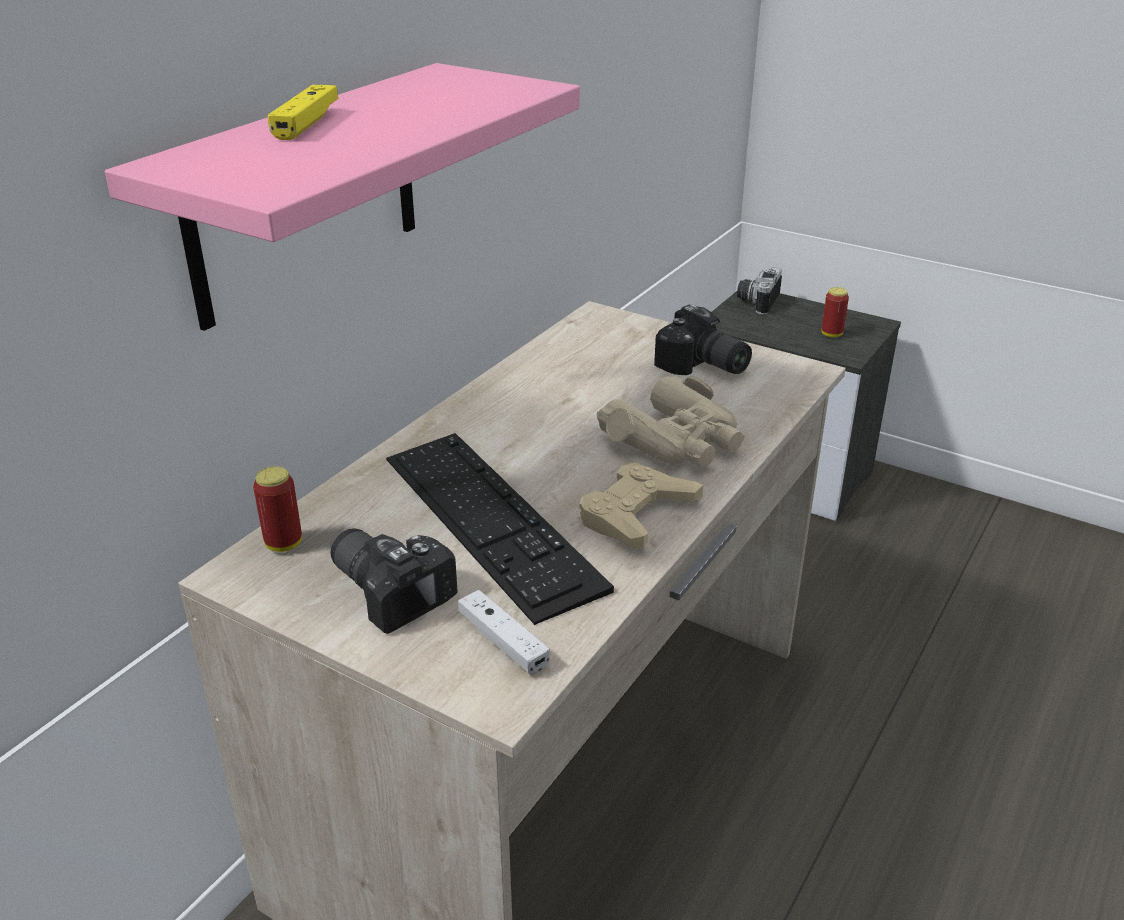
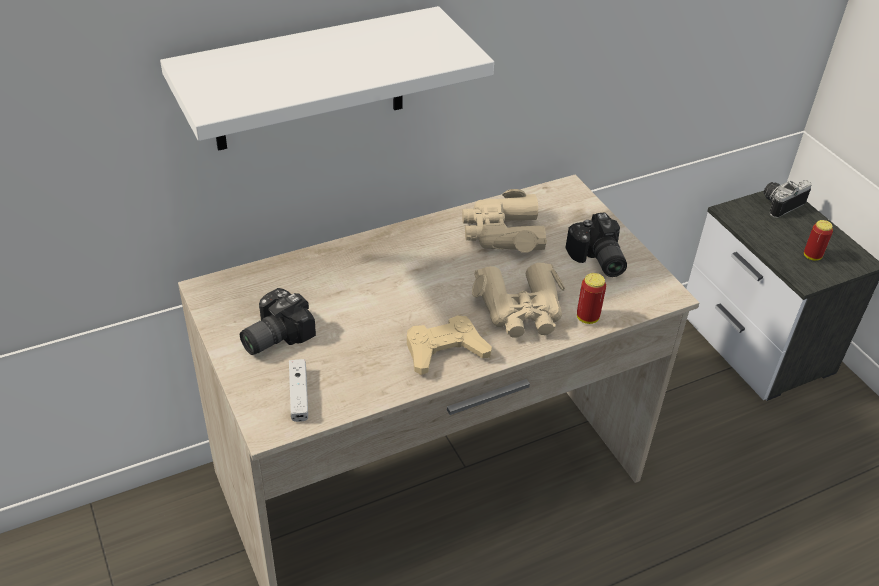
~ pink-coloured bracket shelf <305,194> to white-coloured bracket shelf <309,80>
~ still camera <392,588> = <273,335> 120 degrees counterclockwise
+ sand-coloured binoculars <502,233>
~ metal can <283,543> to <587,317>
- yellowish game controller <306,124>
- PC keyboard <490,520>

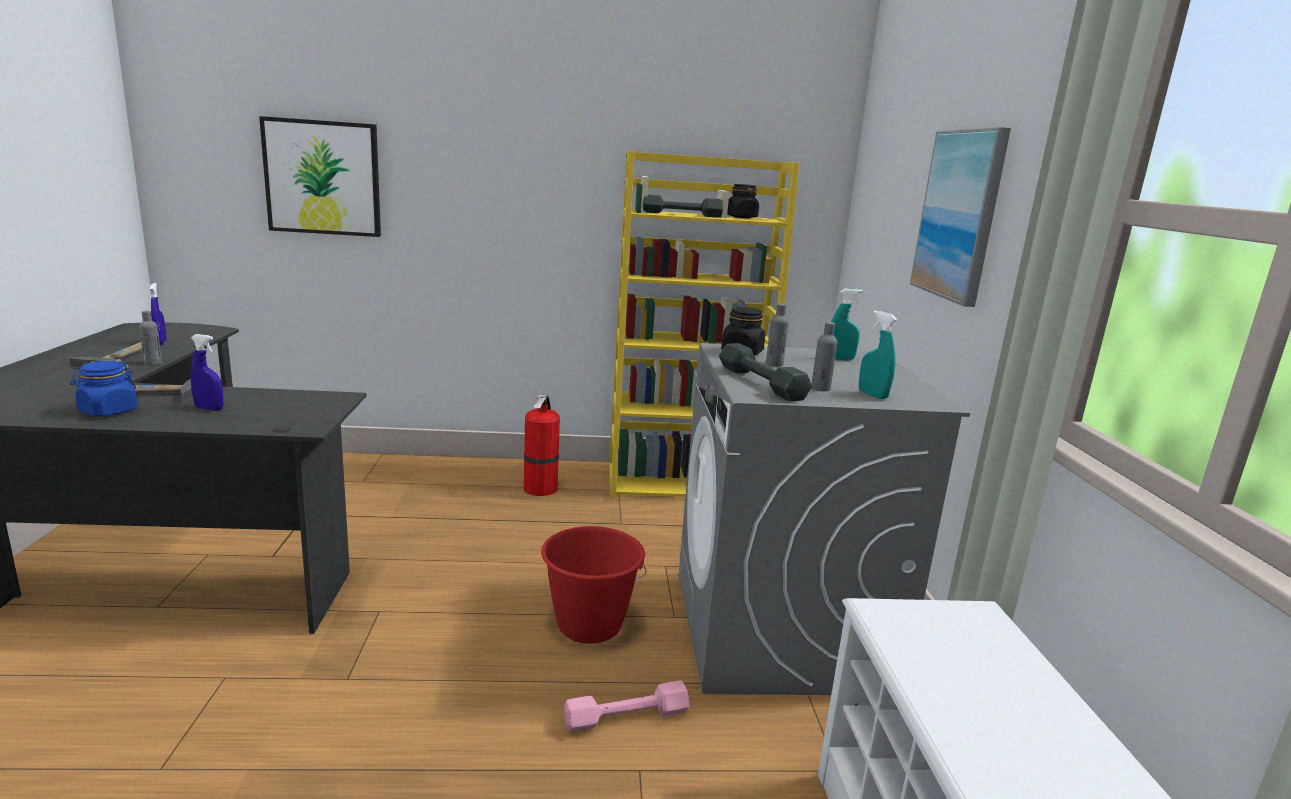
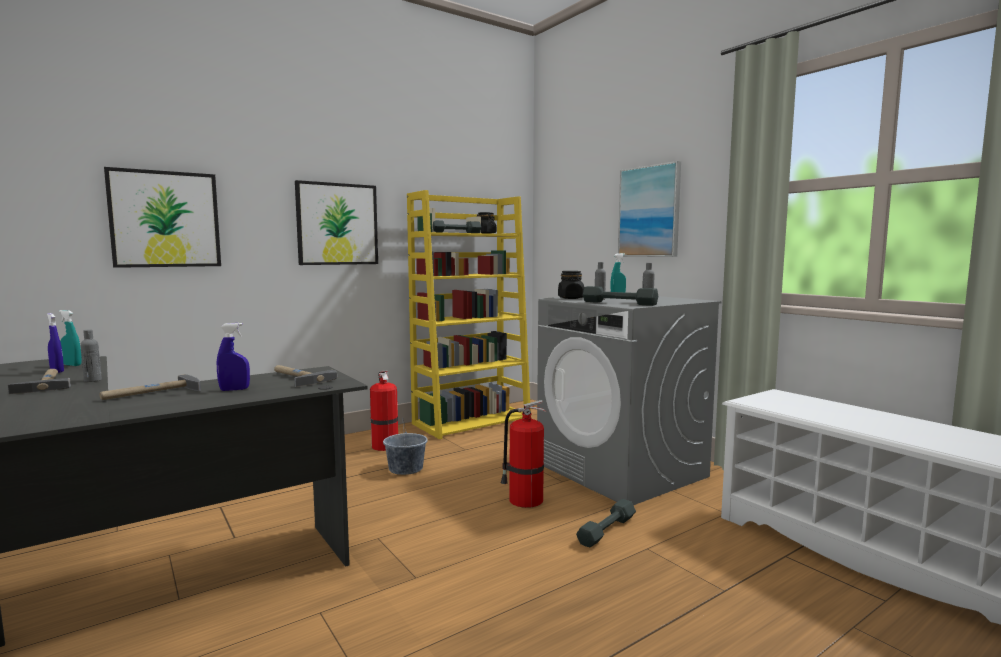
~ turquoise-coloured hand sprayer <872,395> to <72,365>
+ tool hammer <296,378>
+ wall picture <337,224>
+ grey water bucket <406,469>
~ red water bucket <589,625> to extinguisher <524,500>
~ pink-coloured free weight <626,717> to grey free weight <607,530>
- blue preserve jar <108,411>

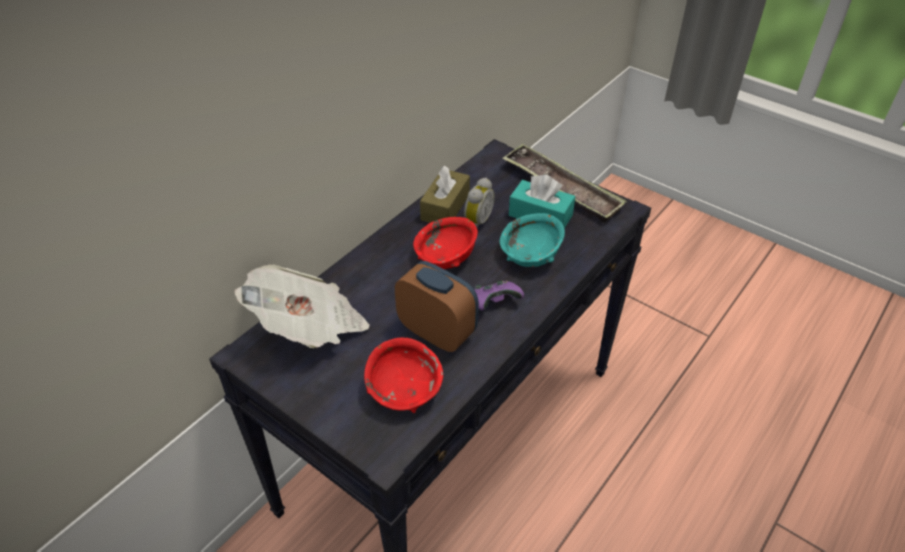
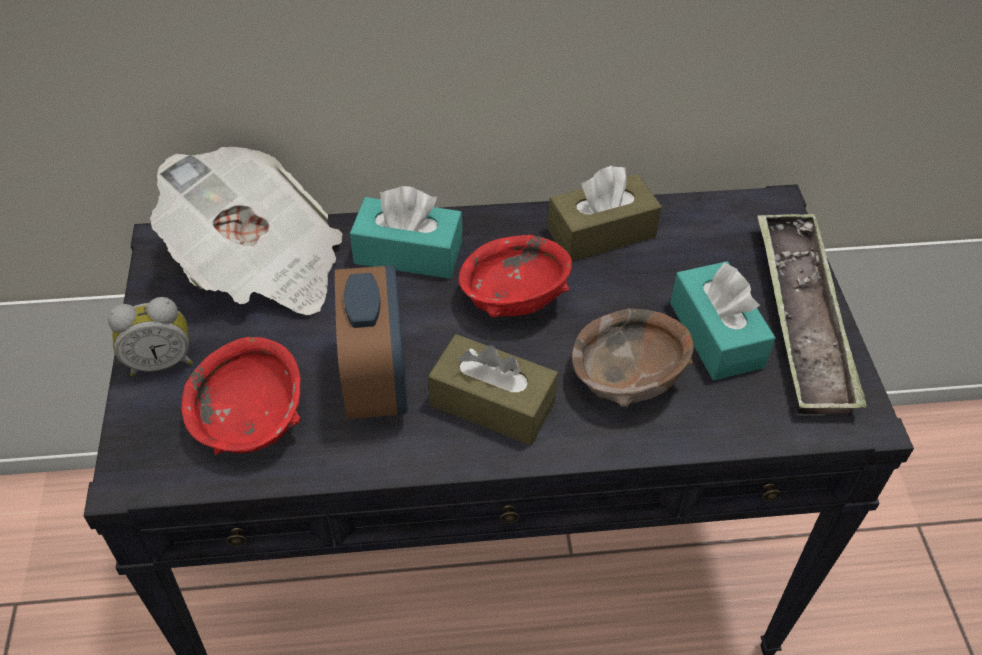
~ table clock <476,221> to <161,361>
+ turquoise-coloured tissue box <408,253>
~ purplish game controller <495,303> to brown tissue box <492,403>
~ turquoise-coloured serving bowl <531,254> to brown serving bowl <627,377>

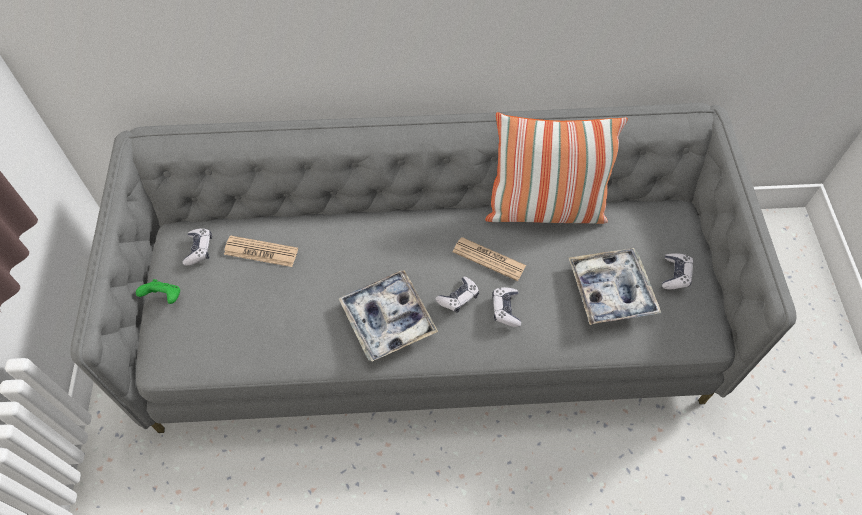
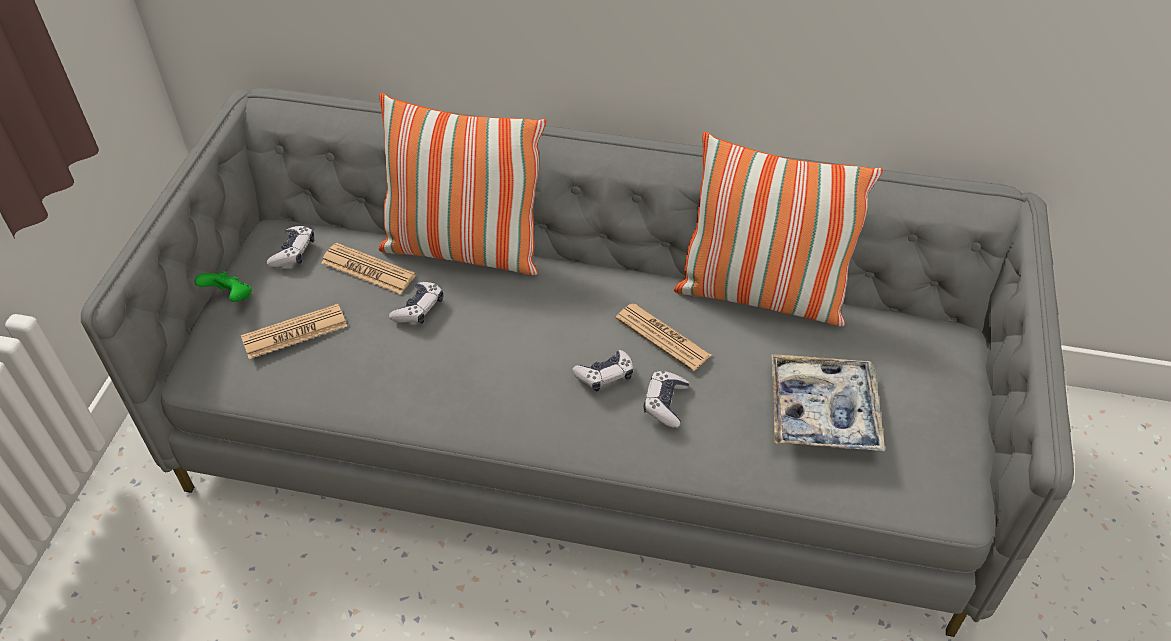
+ printed paper <294,332>
+ throw pillow <463,250>
~ game controller <675,275> to <419,309>
- tray <388,319>

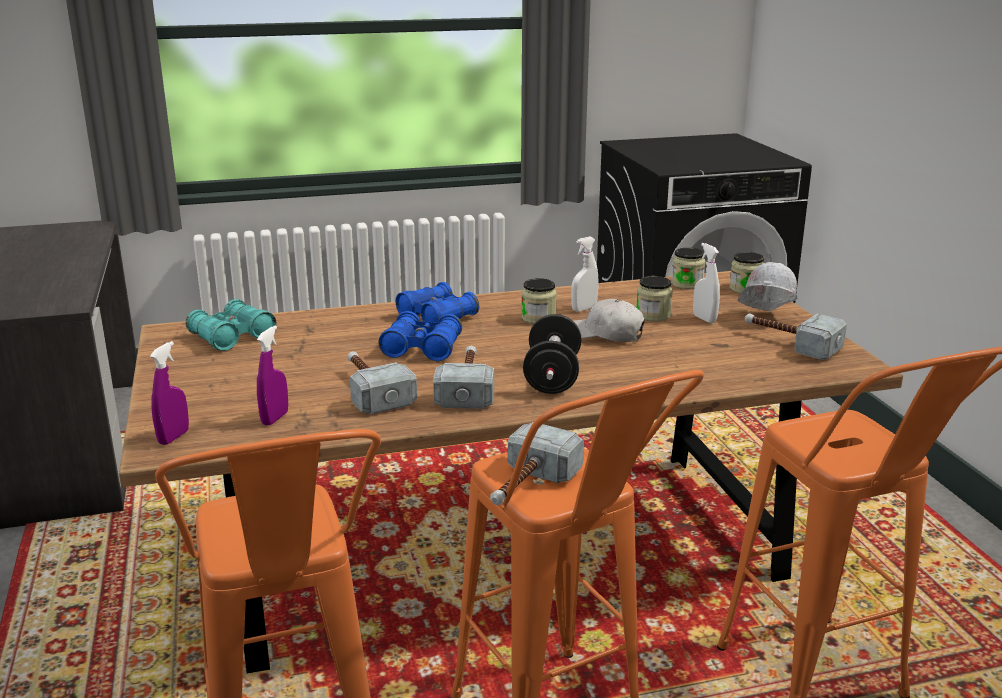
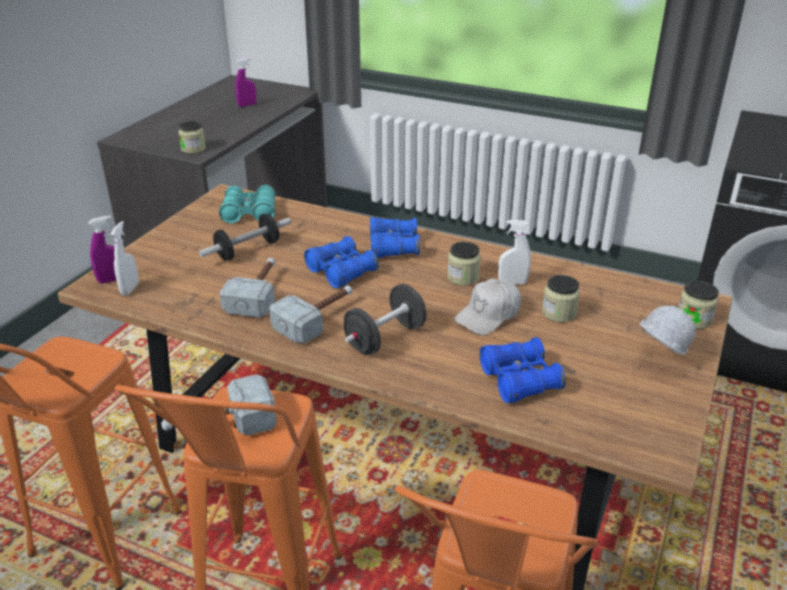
~ white-coloured hand sprayer <704,319> to <130,289>
~ preserve jar <687,284> to <193,149>
+ free weight <248,250>
~ purplish hand sprayer <275,418> to <247,105>
~ white-coloured peaked cap <605,334> = <488,315> 105 degrees counterclockwise
+ blue binoculars <519,380>
- tool hammer <789,343>

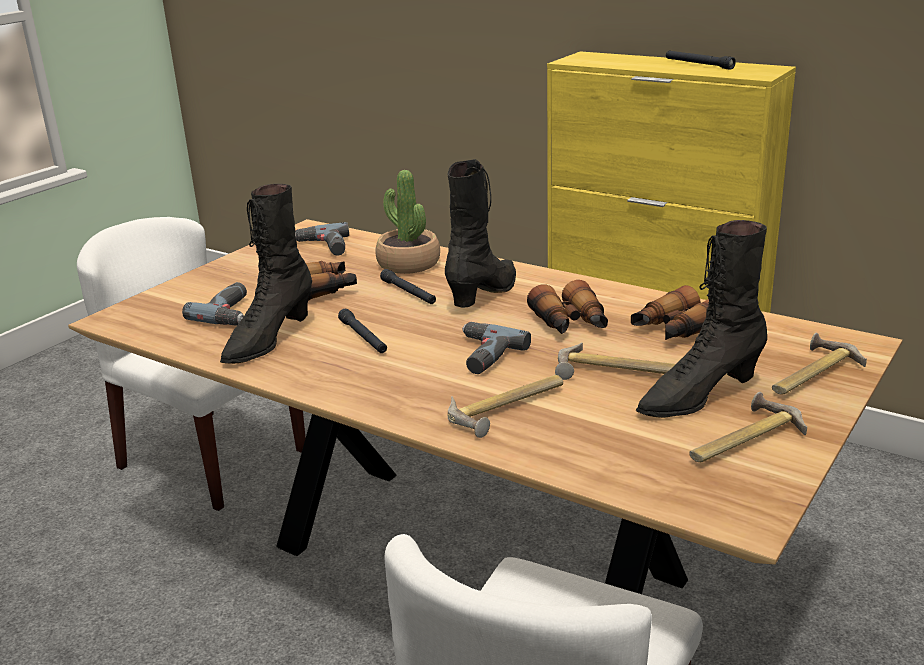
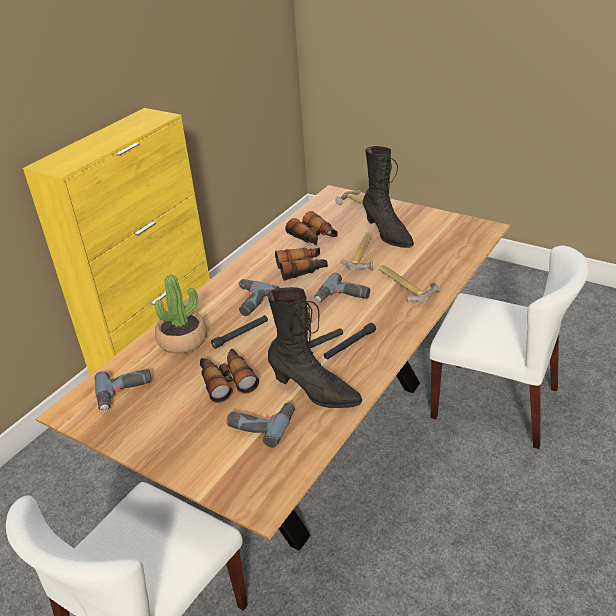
~ black boot <485,293> to electric drill <249,301>
~ black hand torch <698,65> to <349,345>
- tool hammer <741,439>

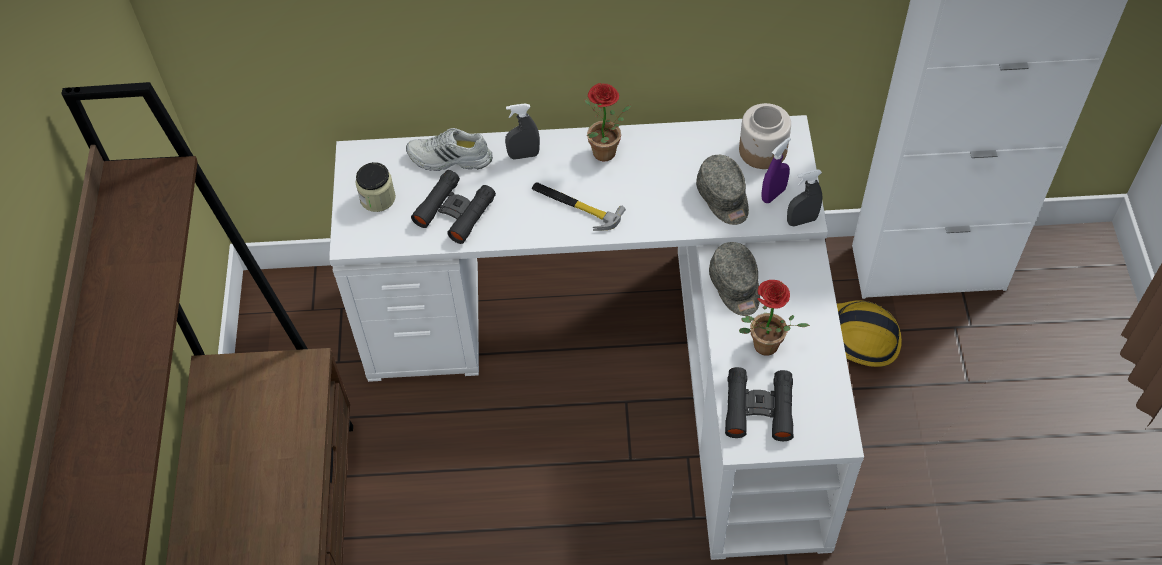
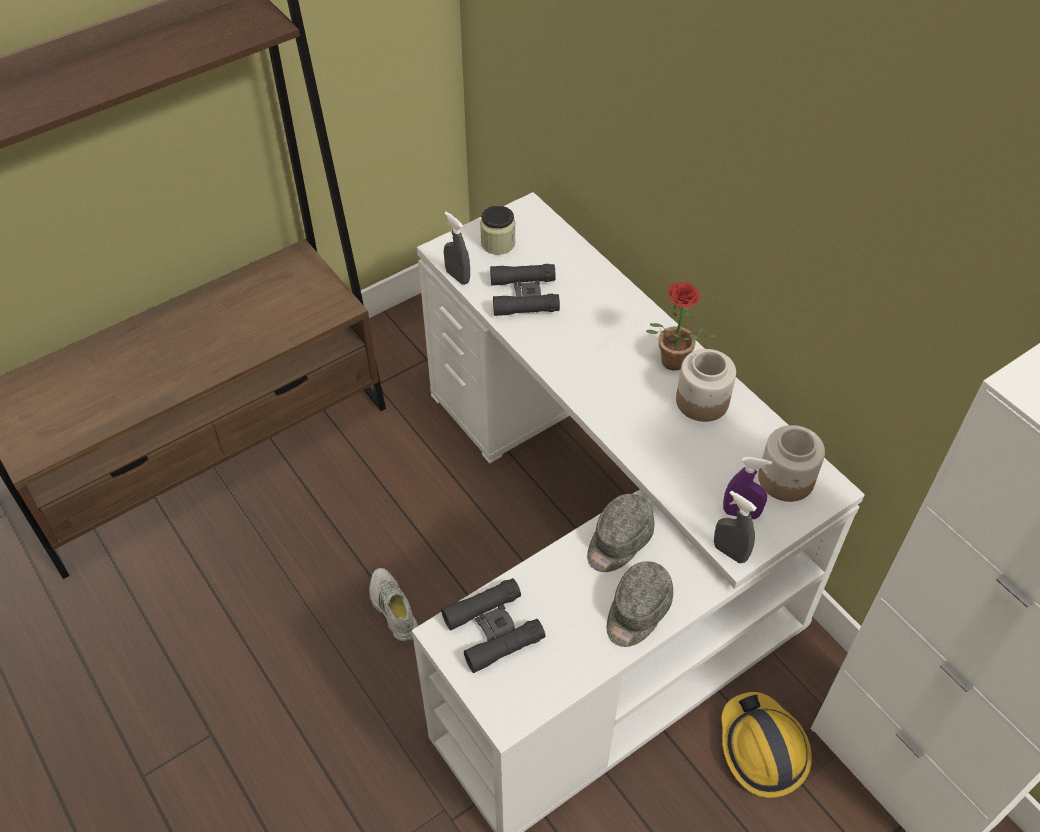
~ white-coloured item of footwear <449,159> to <392,608>
~ grey hand sprayer <523,155> to <457,277>
~ grey peaked cap <723,198> to <637,612>
+ preserve jar <701,401>
- tool hammer <575,206>
- houseplant <763,349>

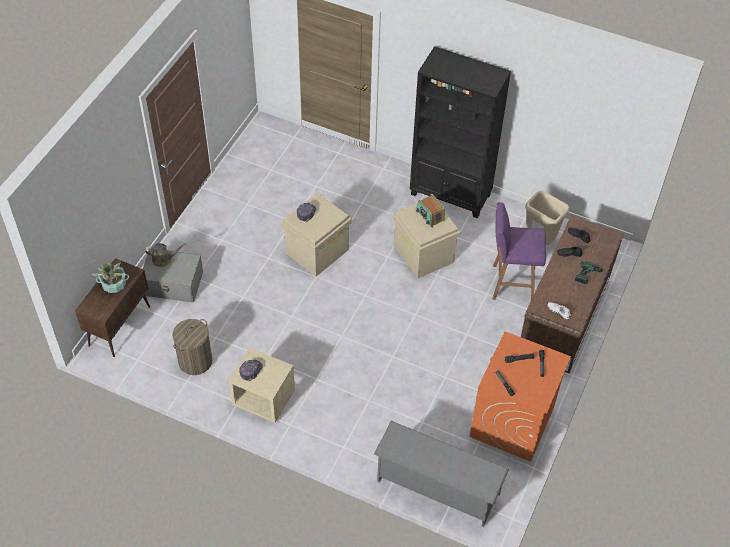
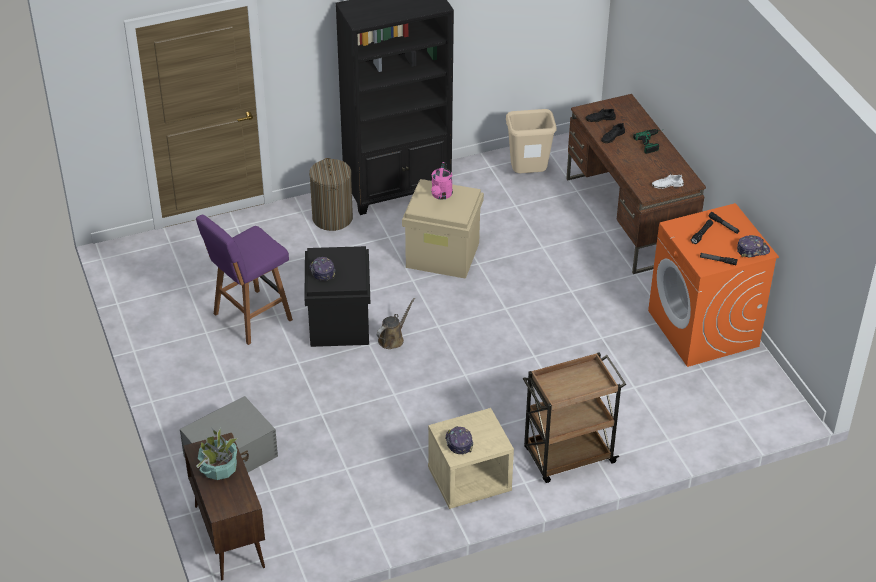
~ purplish sitting stool <511,283> to <250,318>
~ sand-coloured storage container <317,251> to black storage container <339,322>
~ washing basket <195,361> to <332,218>
~ brown watering pot <164,259> to <392,338>
~ radio receiver <430,215> to pink-coloured watering pot <441,195>
+ brown wheeled cart <567,456>
+ peaked cap <752,250>
- grey shoe shelf <437,487>

